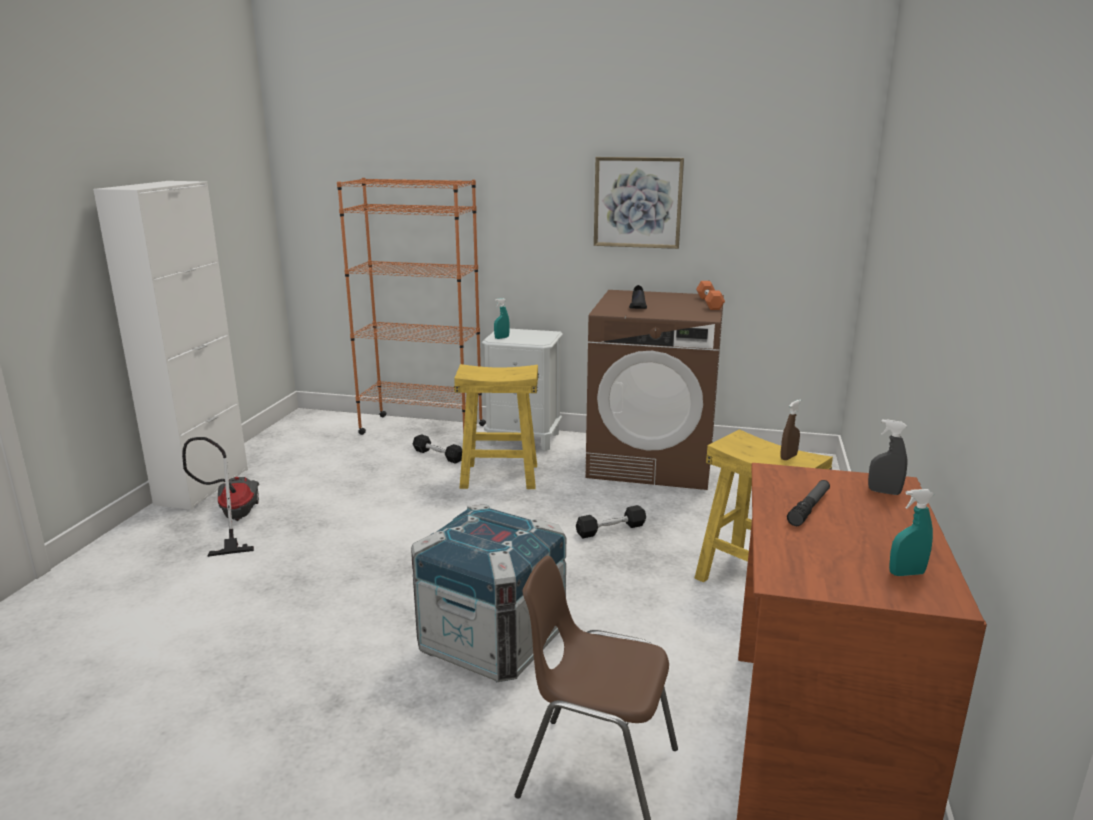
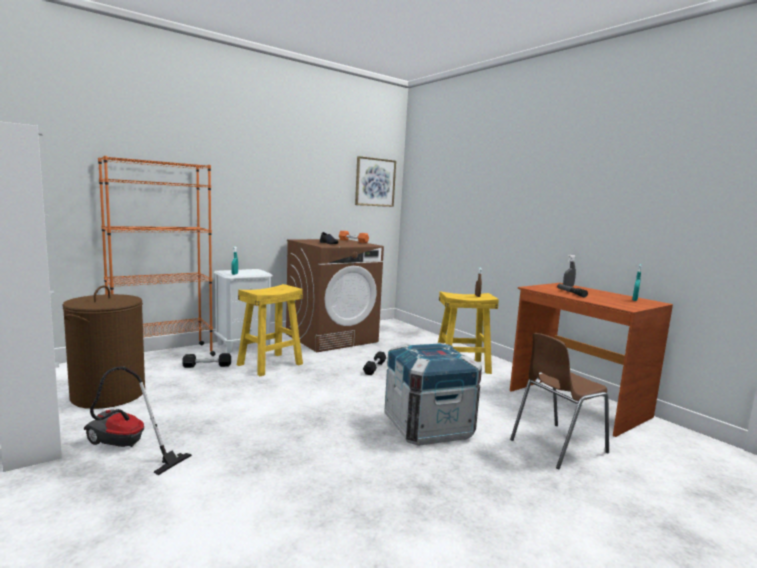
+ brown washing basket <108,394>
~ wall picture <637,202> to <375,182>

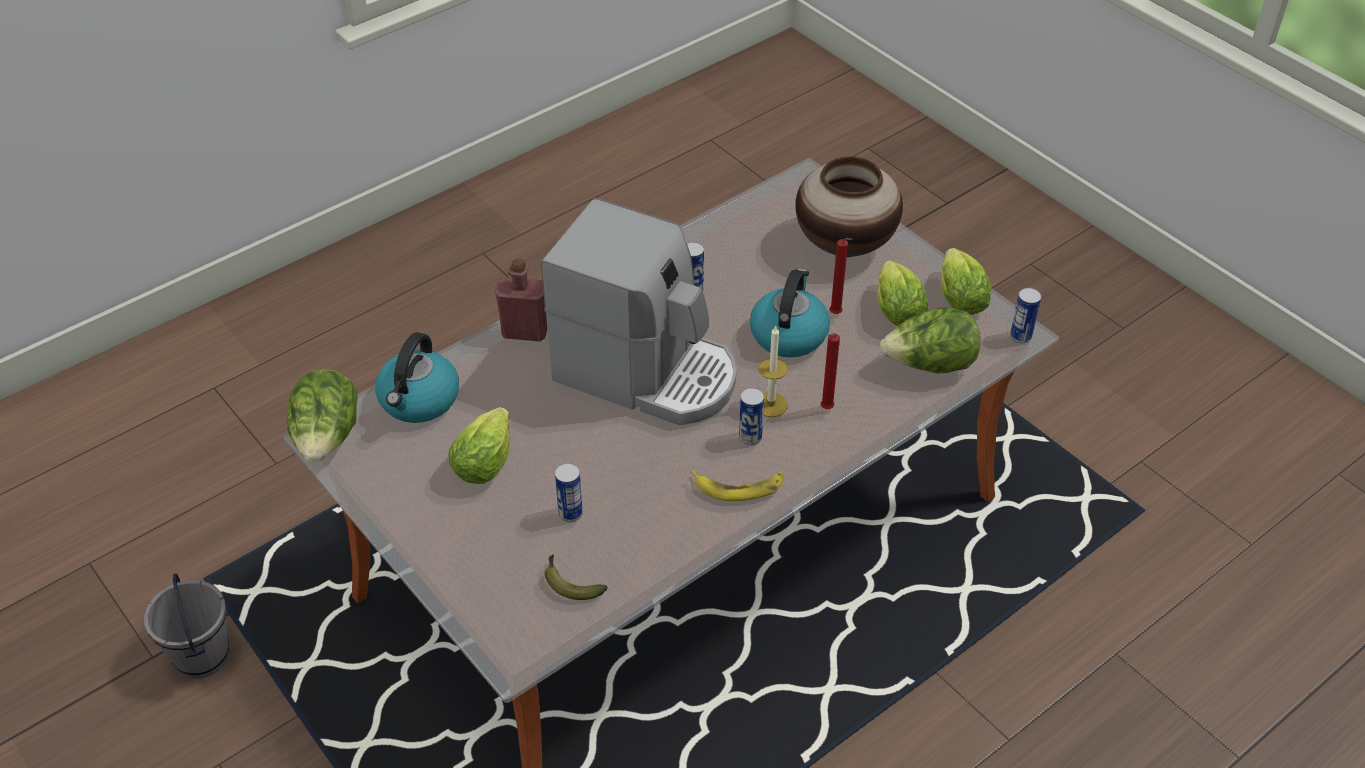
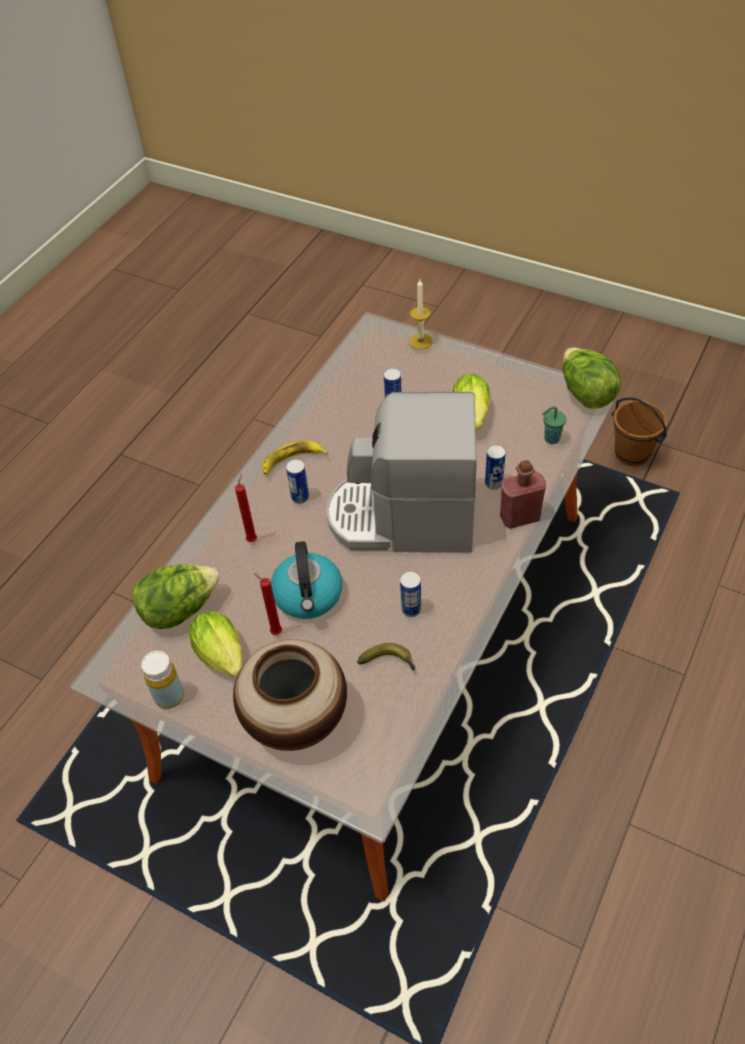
~ lettuce <958,296> to yellowish drink bottle <169,696>
~ whole banana <570,583> to <389,661>
~ wax candle <770,404> to <420,341>
~ metal can <1020,336> to <493,483>
~ tea kettle <419,400> to greenish cup <551,439>
~ grey water bucket <201,657> to brown water bucket <632,453>

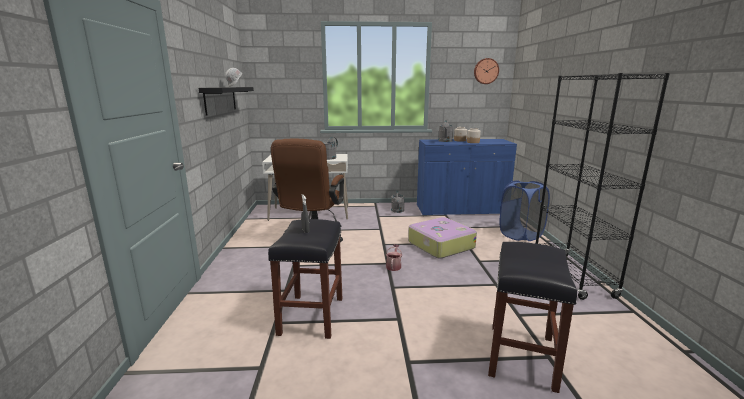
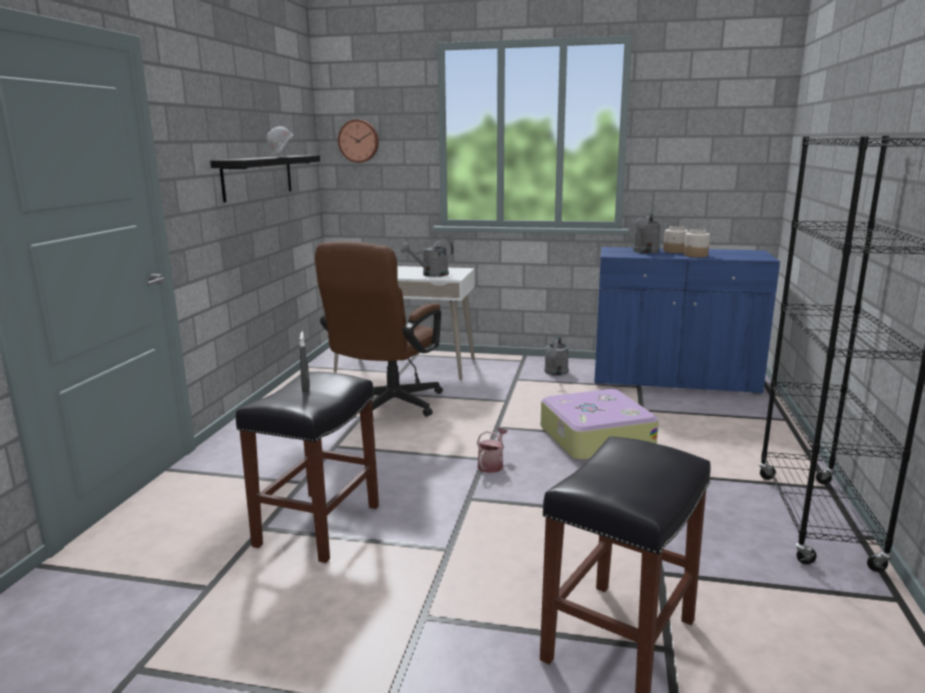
~ wall clock <486,71> to <359,141>
- blue washing basket <521,235>

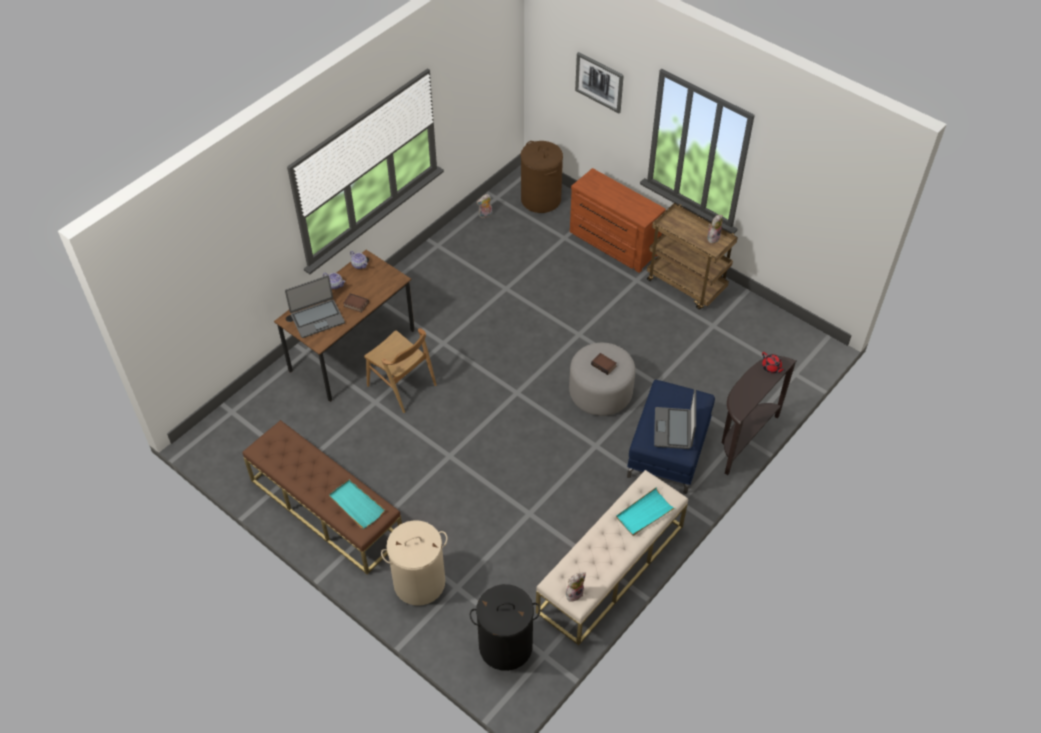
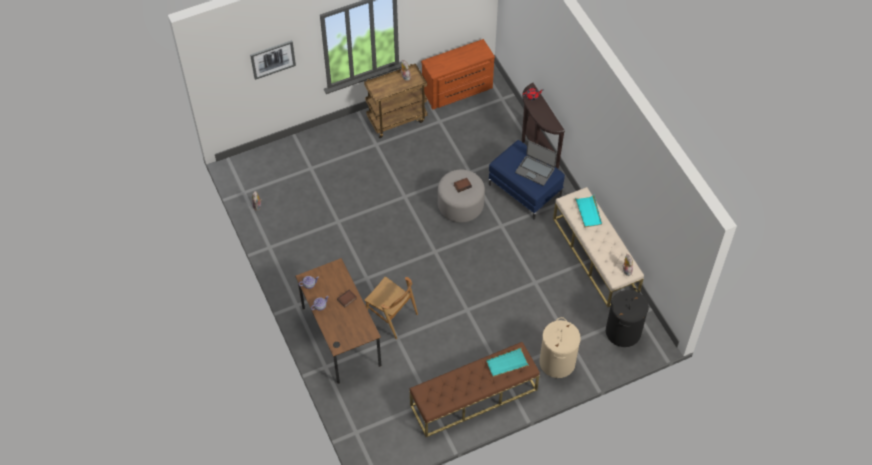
~ brown upright chair <401,385> = <391,316> 60 degrees clockwise
~ brown chest of drawers <612,244> to <458,91>
- notebook computer <317,318>
- brown washing basket <540,199>

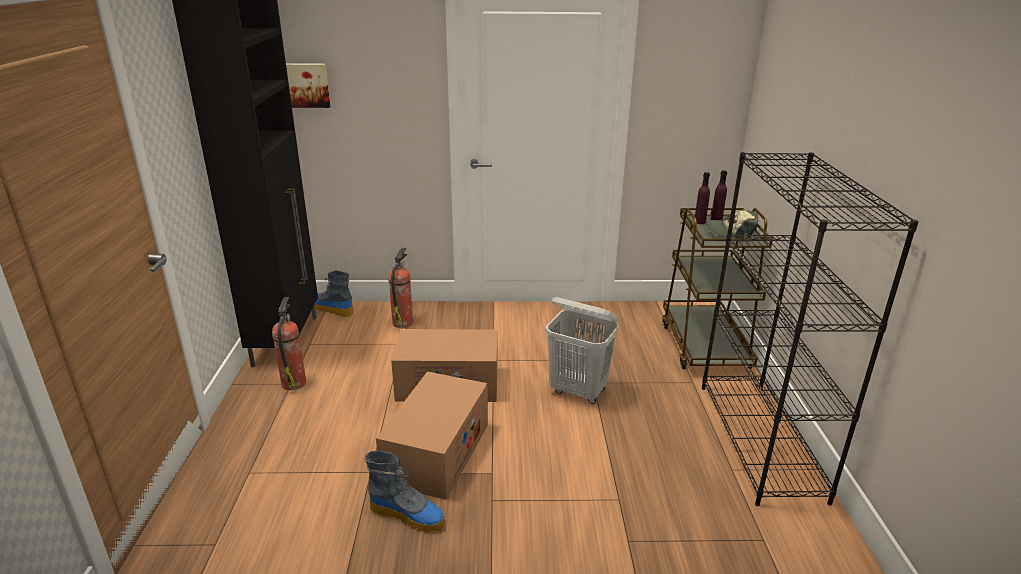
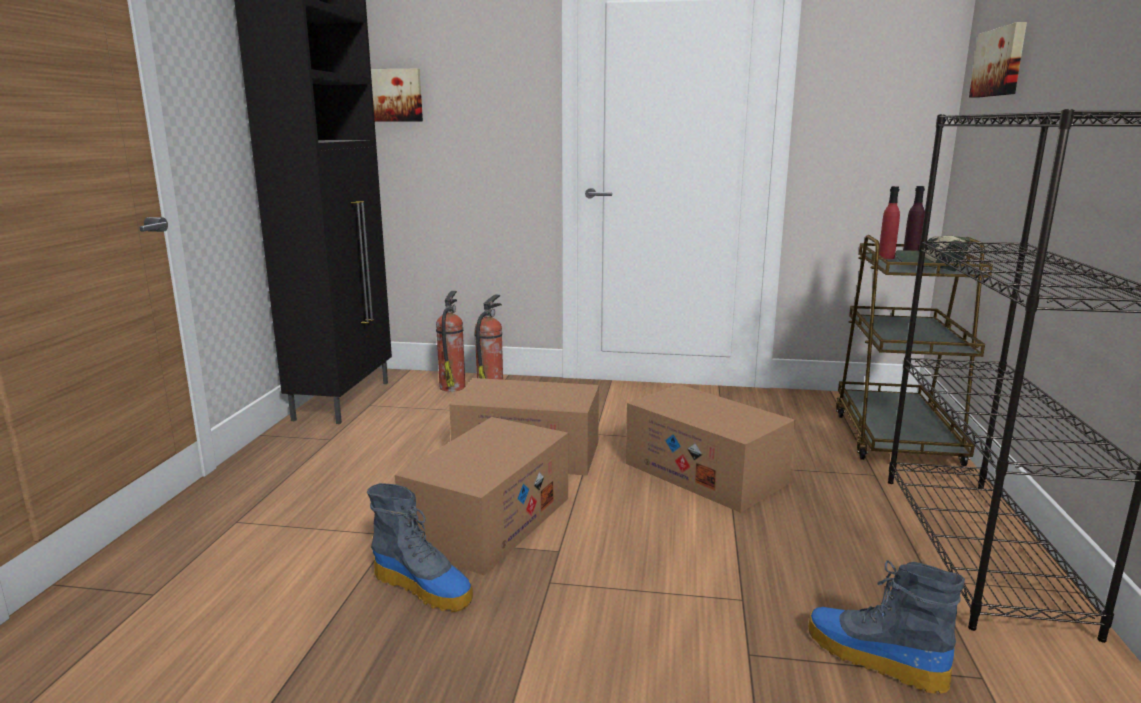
~ extinguisher <294,382> to <453,386>
~ white-coloured washing basket <578,391> to packing box <705,473>
~ boot <331,309> to <872,657>
~ purplish drink bottle <699,222> to red drink bottle <886,257>
+ wall picture <1000,62>

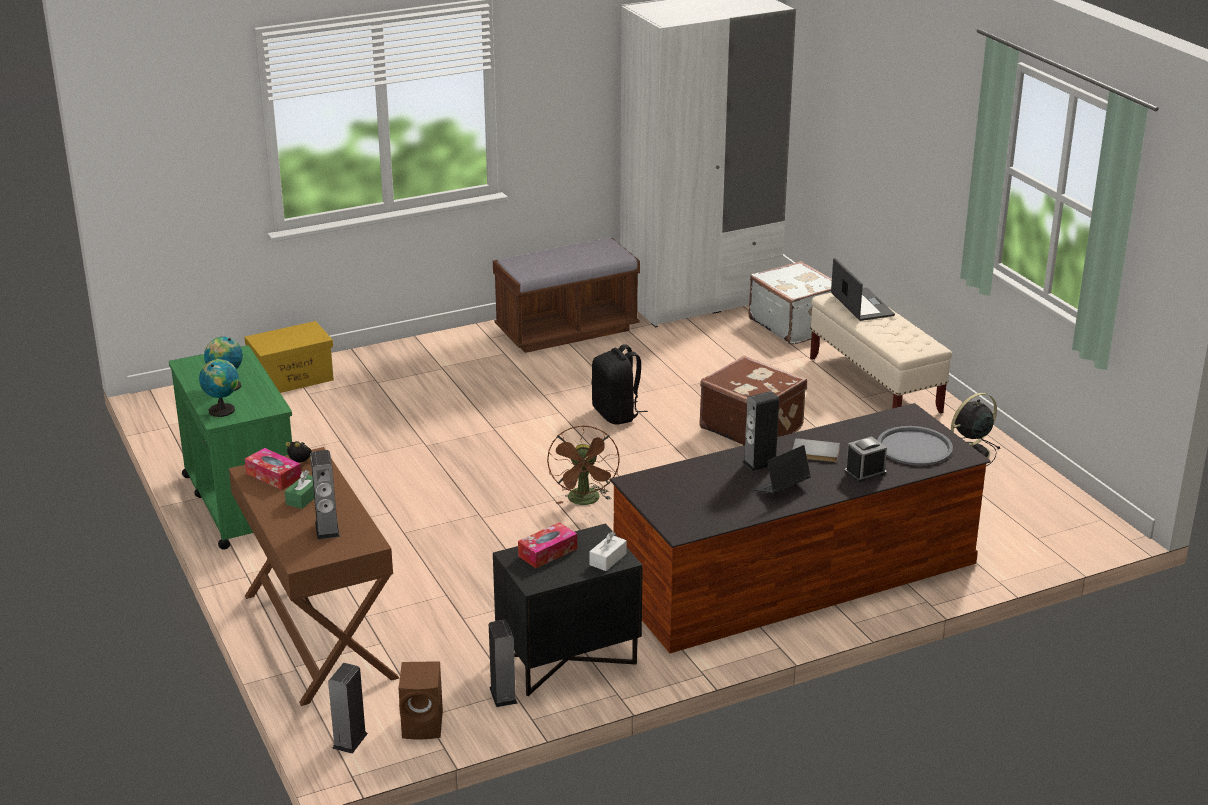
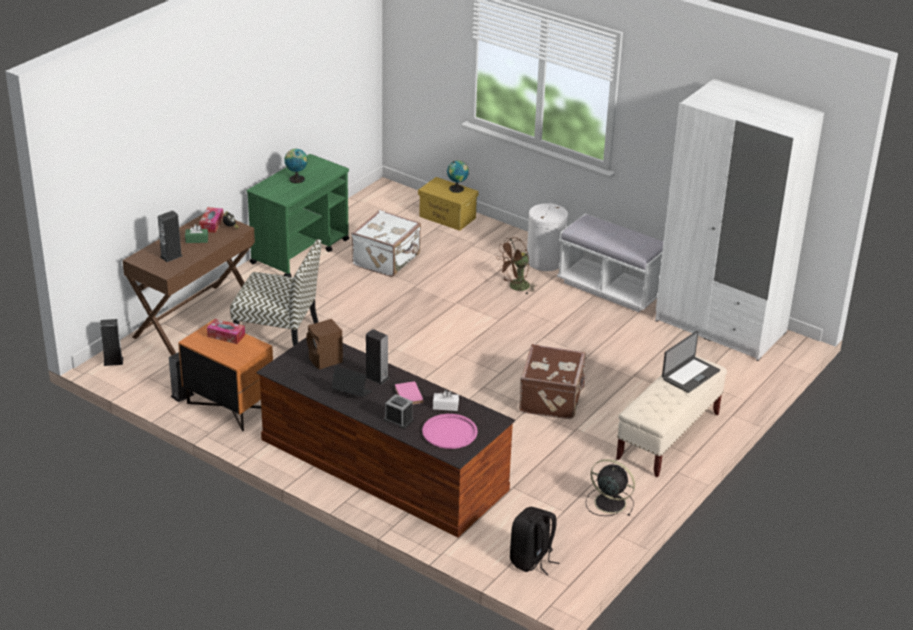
~ black nightstand <567,660> to orange nightstand <229,406>
+ upright chair <279,334>
~ brown loudspeaker <424,725> to <325,360>
~ white-coloured suitcase <795,325> to <387,260>
~ grey volume <815,453> to pink-coloured volume <407,395>
~ grey tray <914,447> to pink-coloured tray <449,432>
~ white-coloured tissue box <608,559> to <445,406>
~ world globe <222,409> to <457,189>
~ brown fan <585,501> to <515,287>
~ black rucksack <617,414> to <532,560>
+ white-coloured washing basket <545,261>
~ brown indoor bench <567,331> to white-coloured indoor bench <611,288>

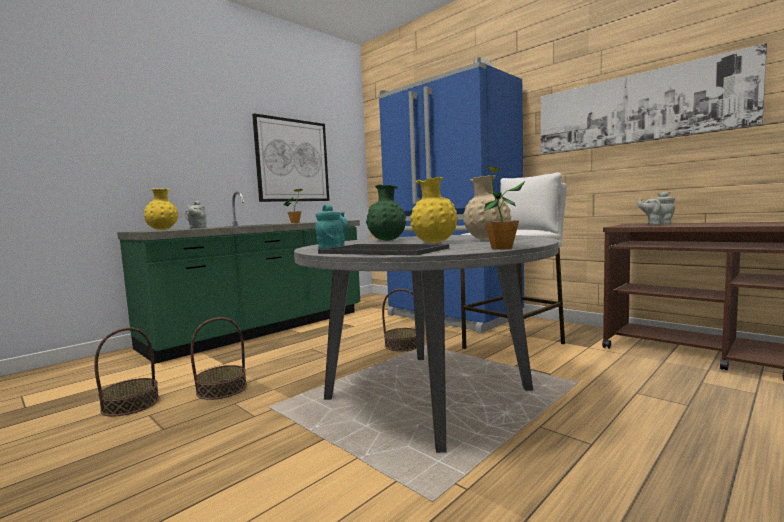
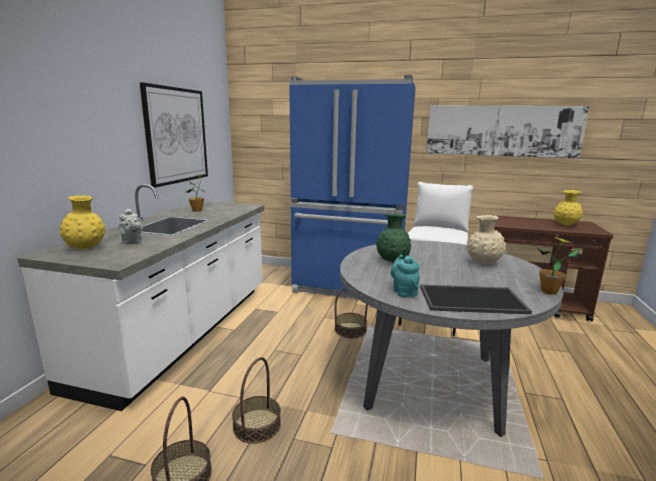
~ greenish counter <260,329> to white-coloured counter <183,332>
~ yellowish decorative vase <434,243> to <565,225>
- grey pot for tea <657,224>

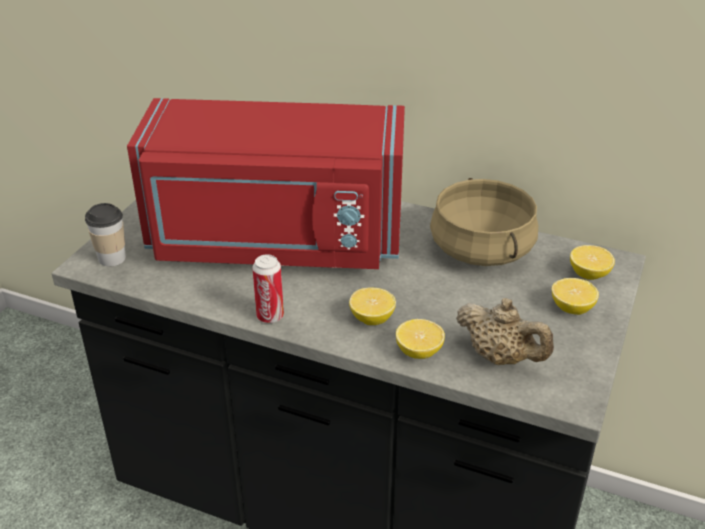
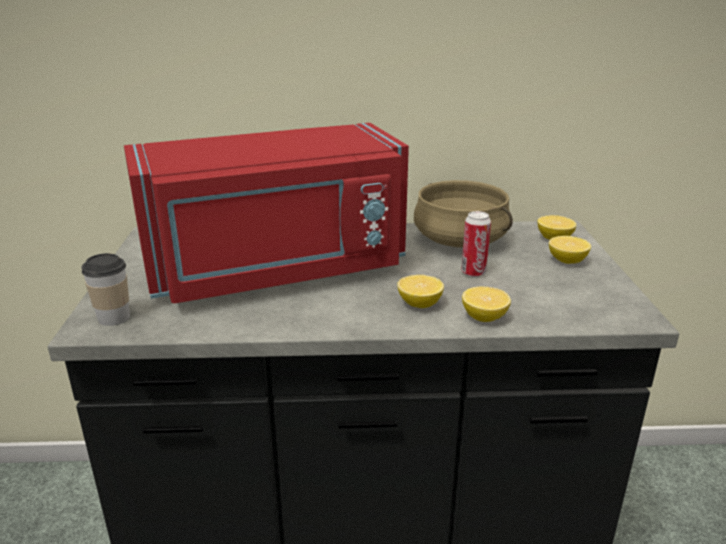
~ metal can <270,316> to <473,273>
- sand-coloured pot for tea <500,357>

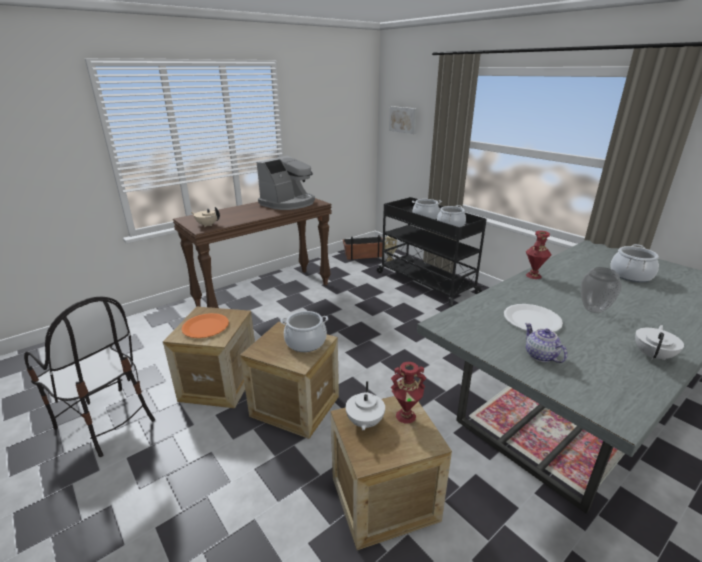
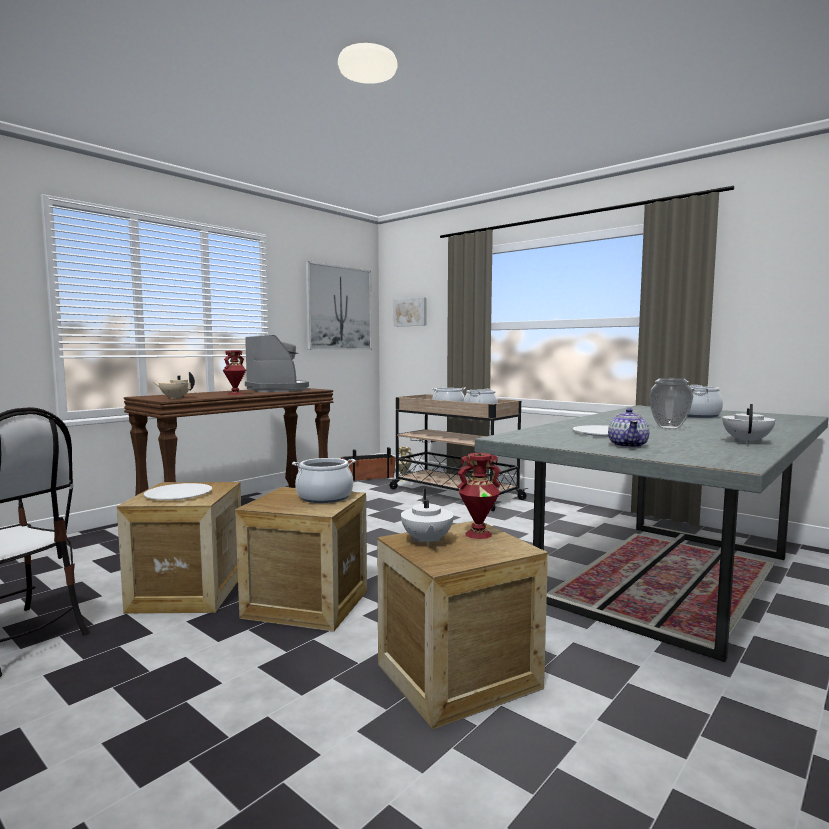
~ orange dinner plate <205,327> to white-coloured dinner plate <178,494>
~ red decorative vase <534,276> to <235,394>
~ coffee machine <288,203> = <278,390> 60 degrees counterclockwise
+ wall picture <339,308>
~ black wheeled cart <425,282> to sand-coloured wheeled cart <453,493>
~ pot for tea <541,356> = <628,445> 135 degrees counterclockwise

